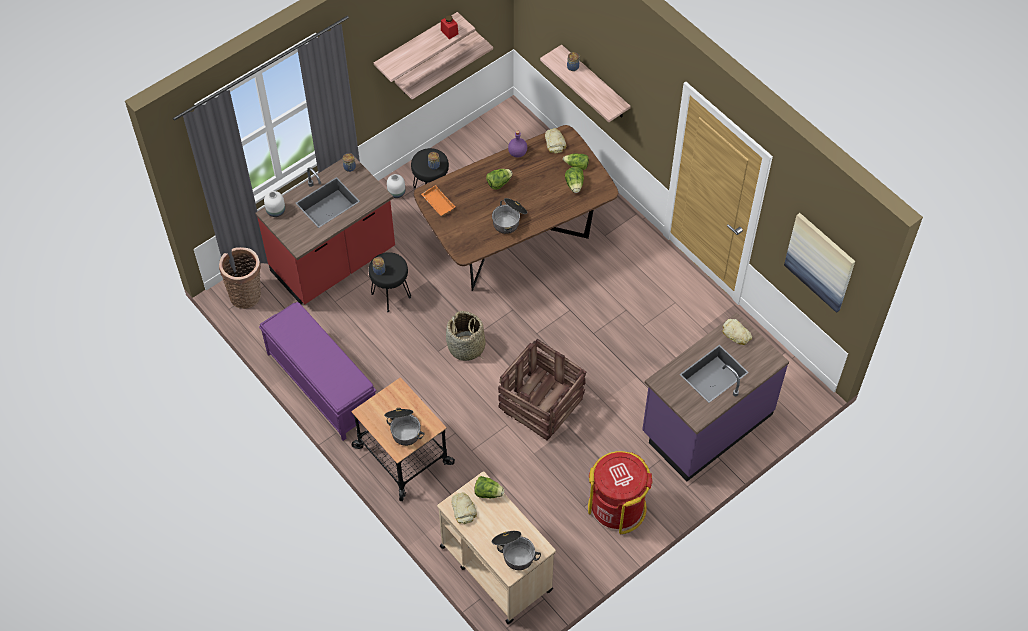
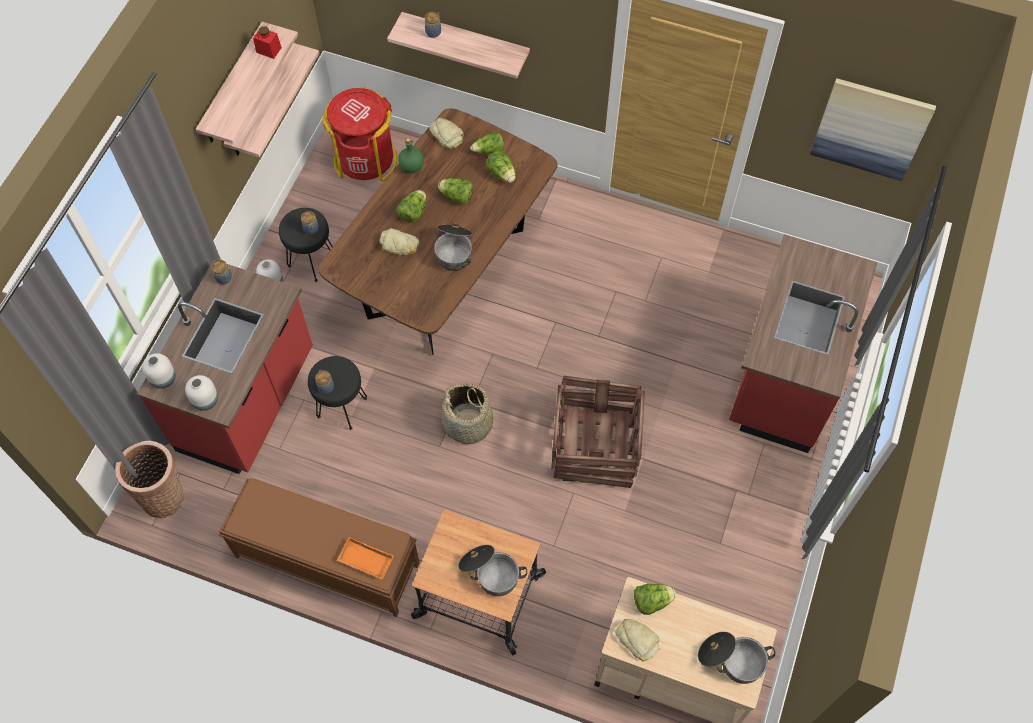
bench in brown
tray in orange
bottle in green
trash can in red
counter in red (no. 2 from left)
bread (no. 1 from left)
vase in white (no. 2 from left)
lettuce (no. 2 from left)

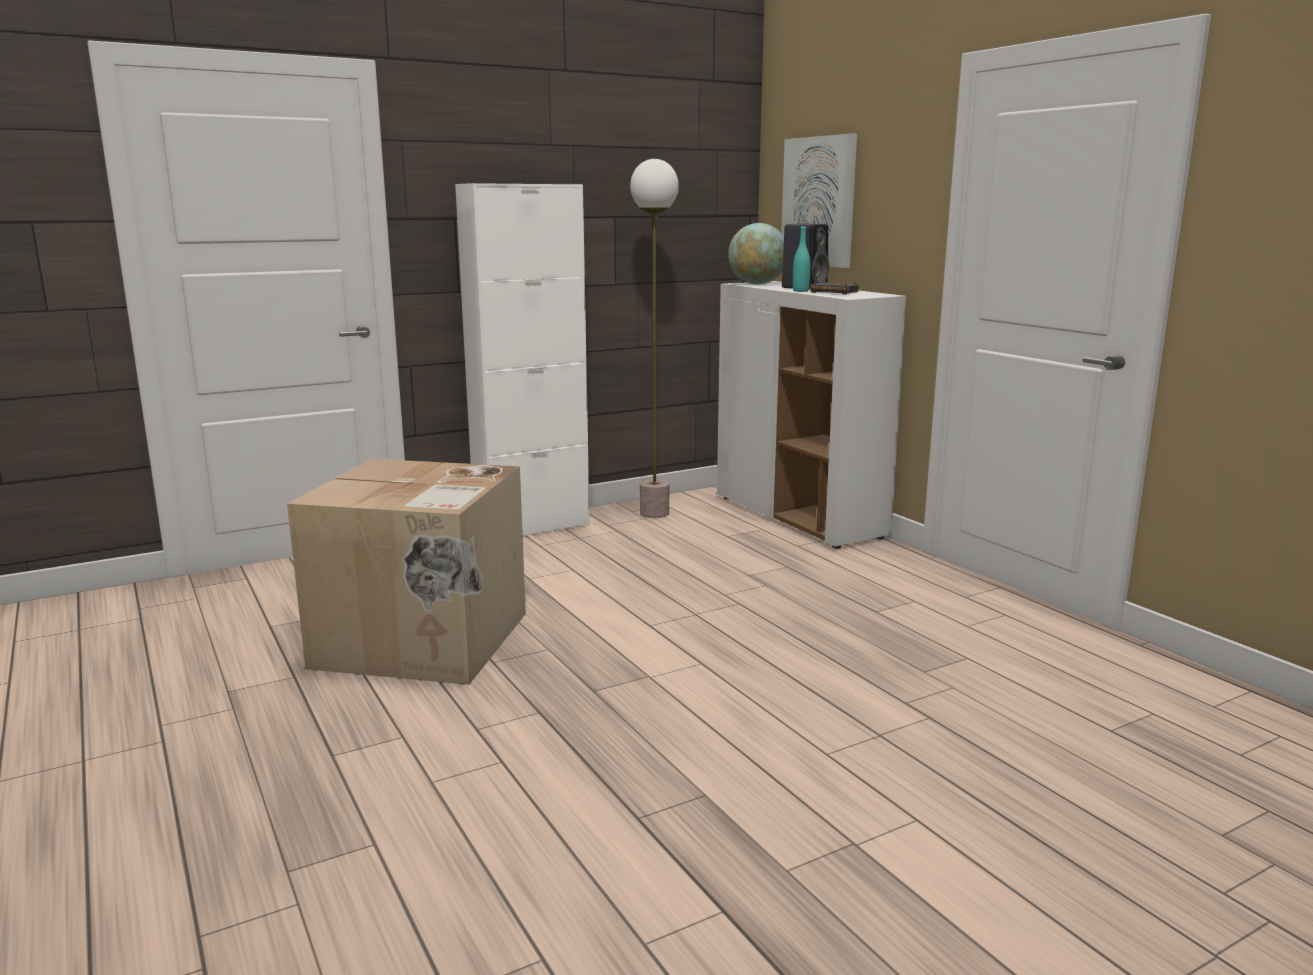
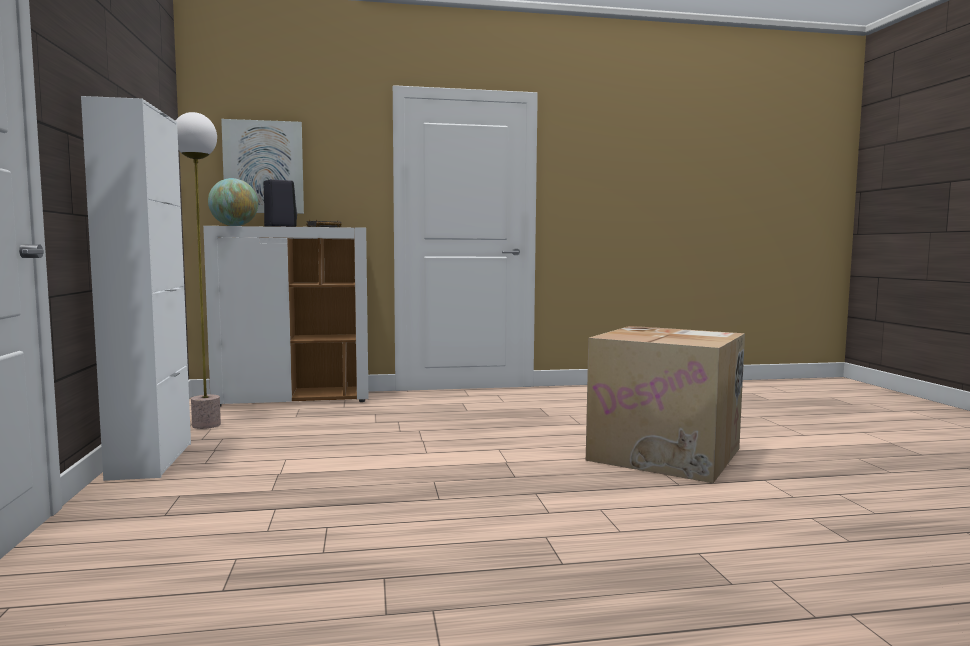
cardboard box
bottle in turquoise

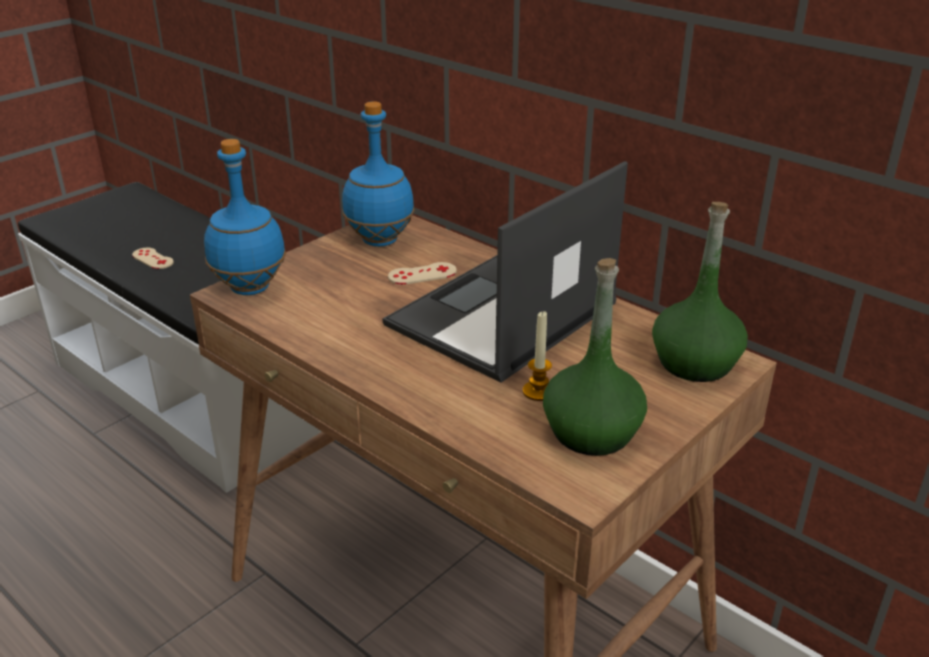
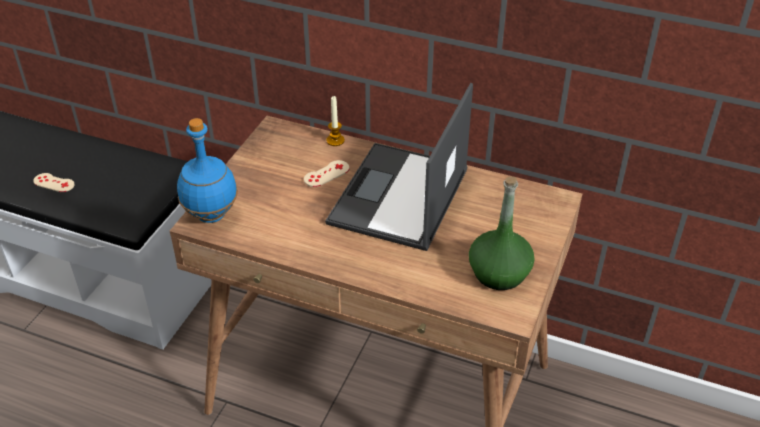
bottle in blue (no. 2 from left in the first image)
candle
bottle in green (no. 2 from left in the first image)

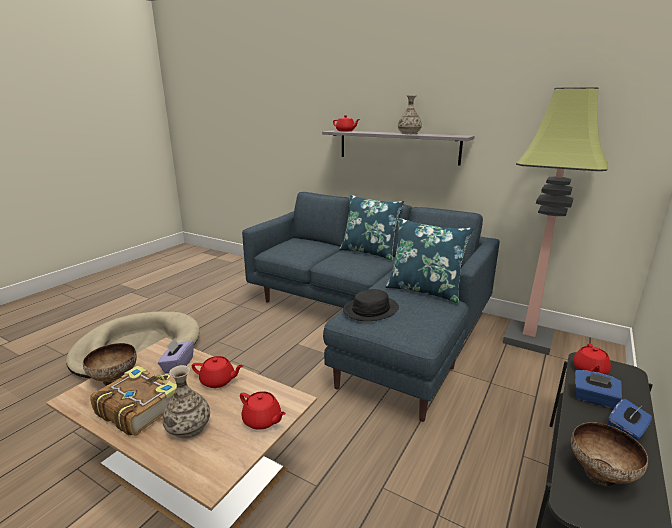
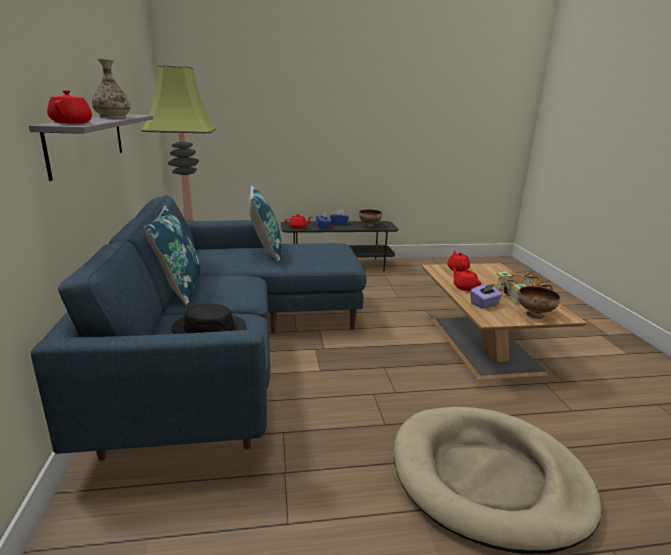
vase (no. 1 from left in the first image)
hat in black

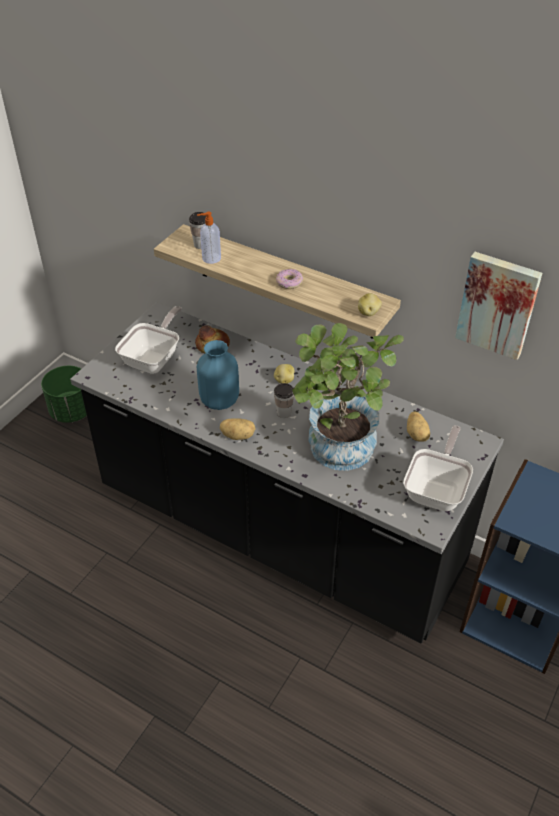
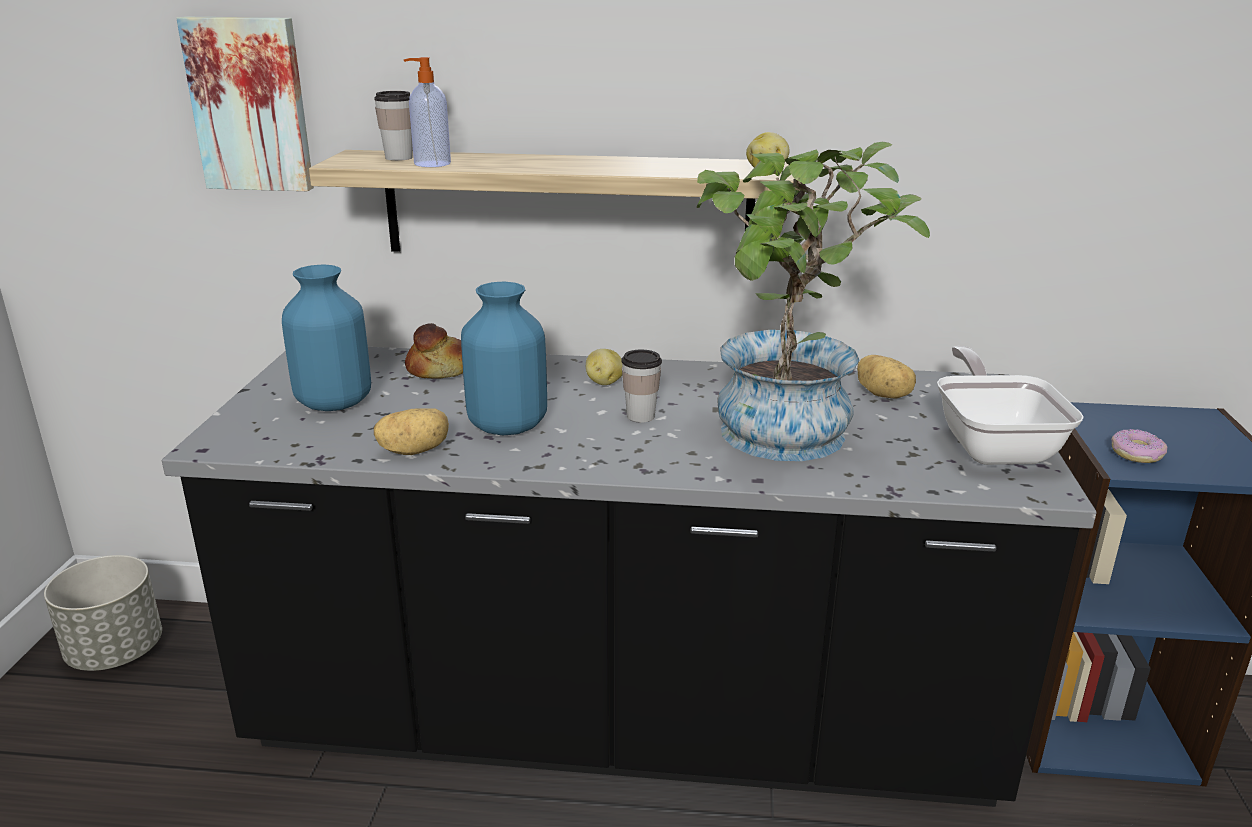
planter in grey
vase in blue (no. 1 from left)
potato (no. 1 from left)
donut
picture

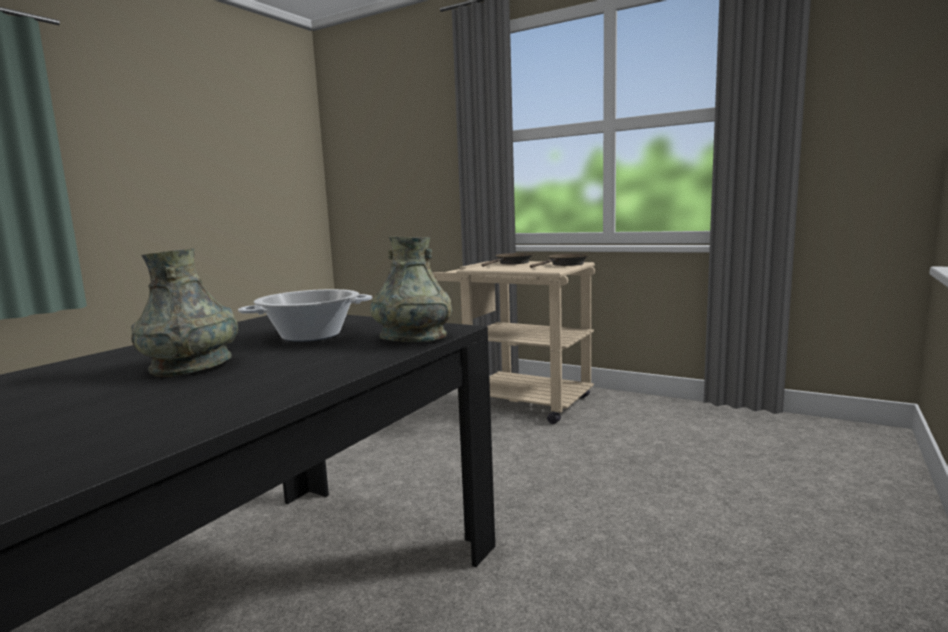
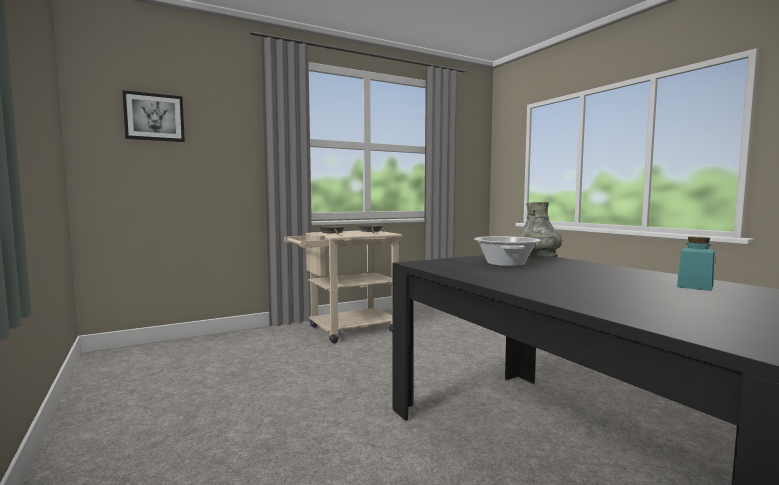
vase in grey (no. 1 from left in the first image)
picture
jar in turquoise

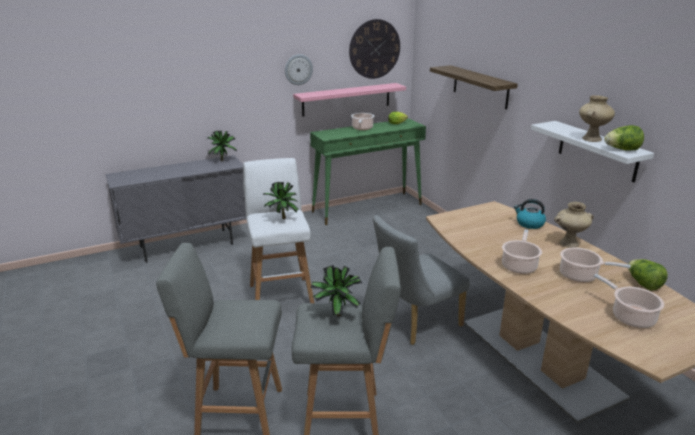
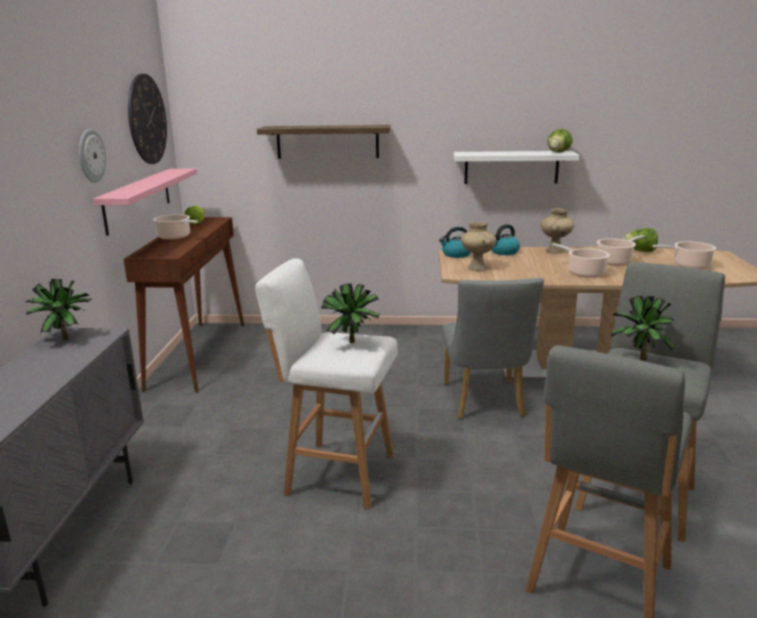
console table in brown
vase in beige (no. 1 from left)
kettle (no. 1 from left)

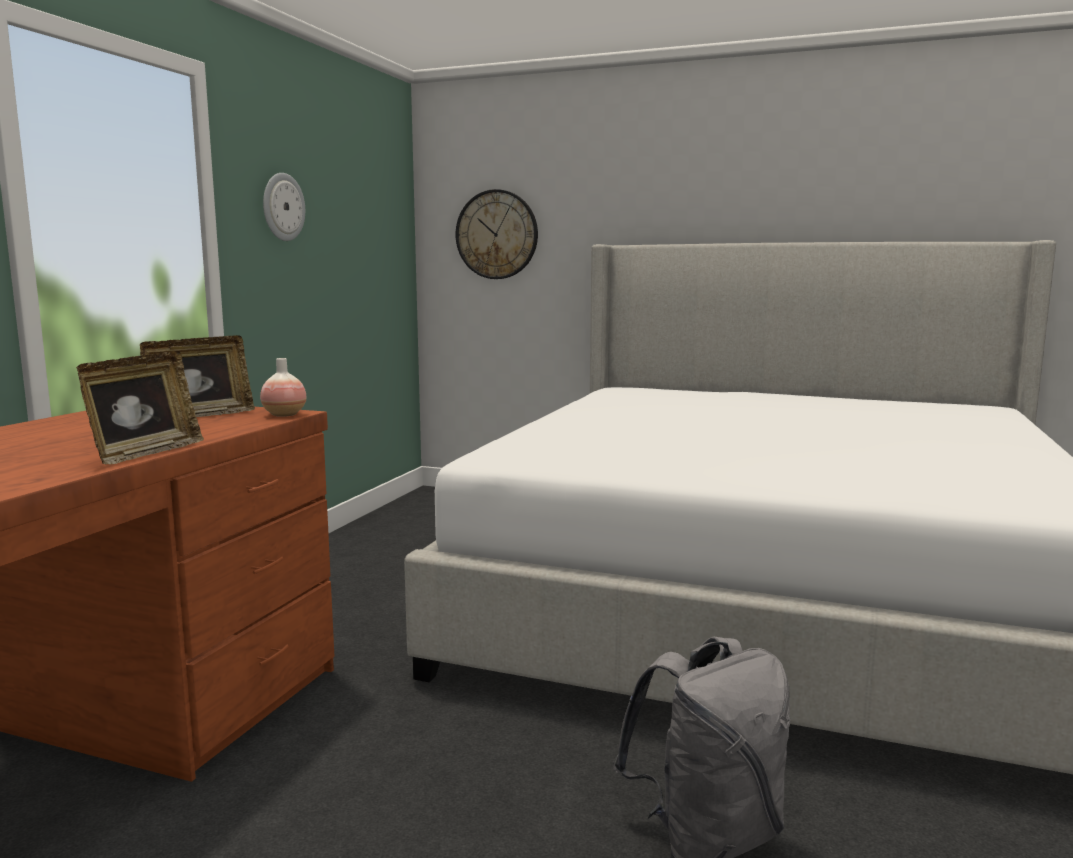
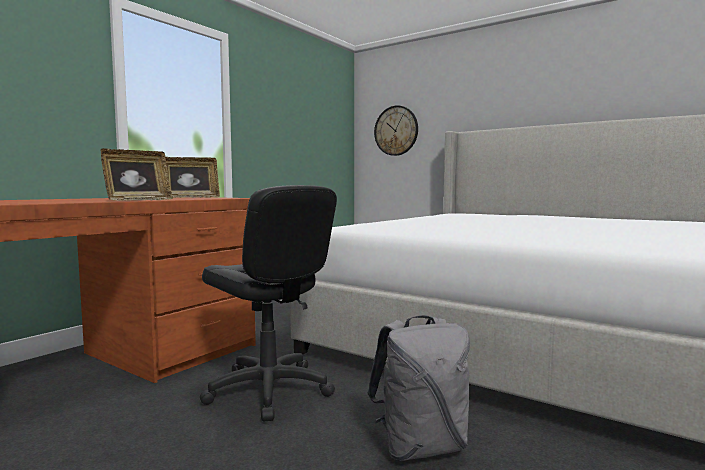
vase
wall clock (no. 1 from left in the first image)
office chair in black

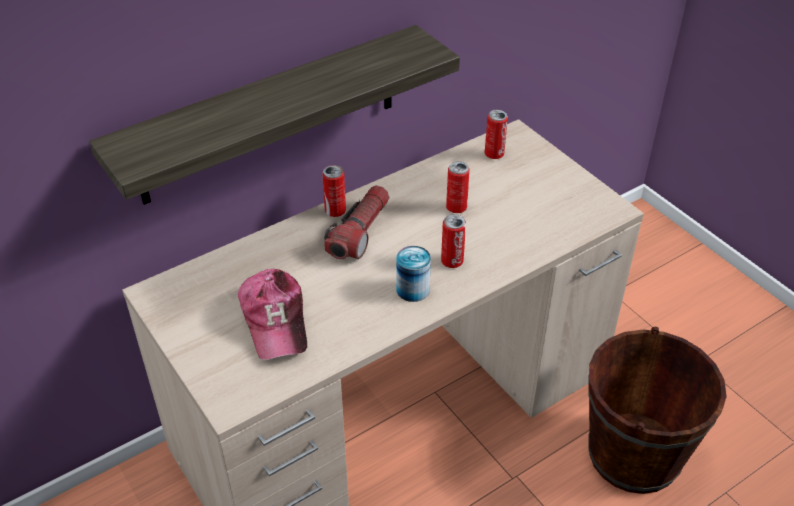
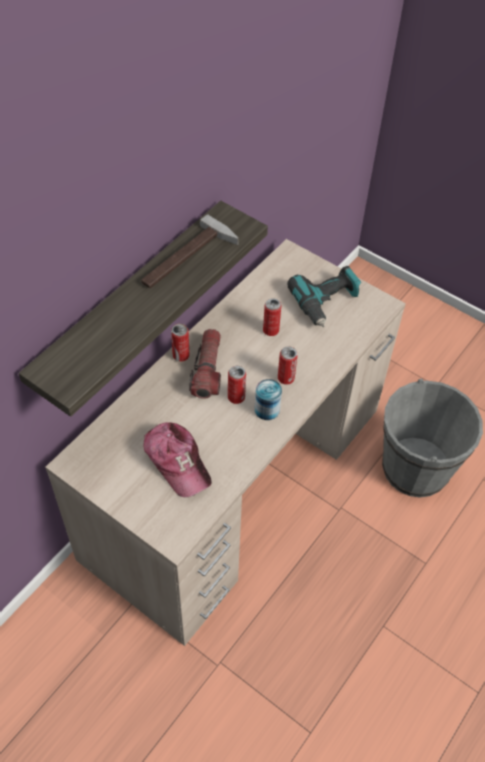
can (no. 2 from left)
bucket in grey
hammer
power drill

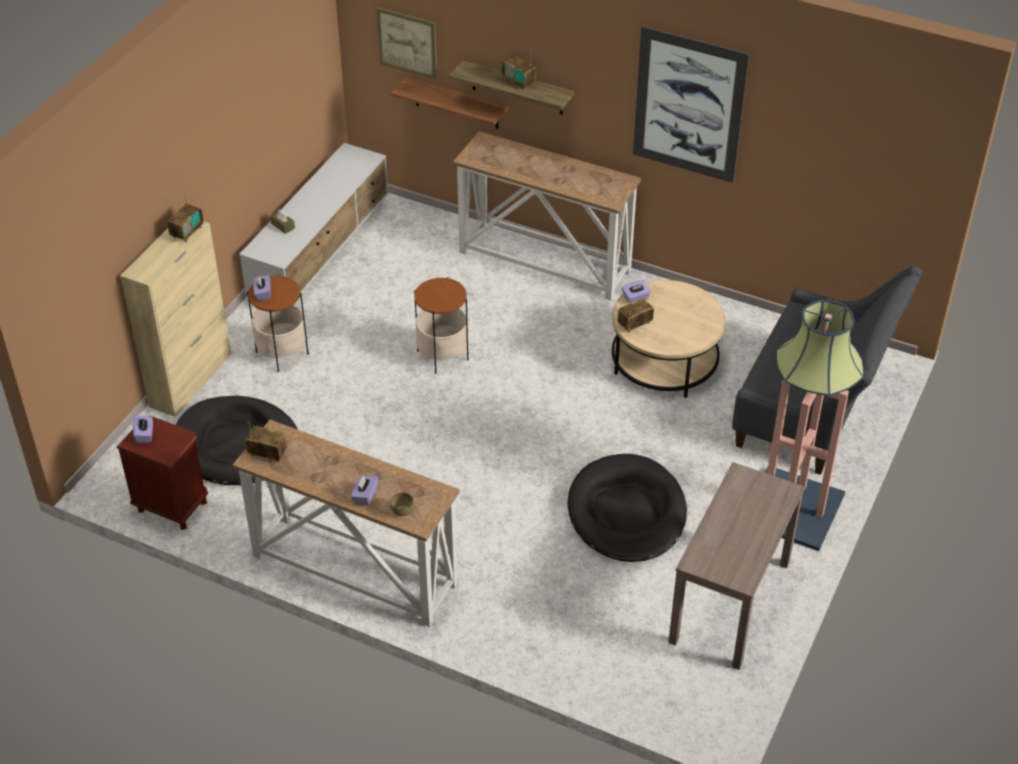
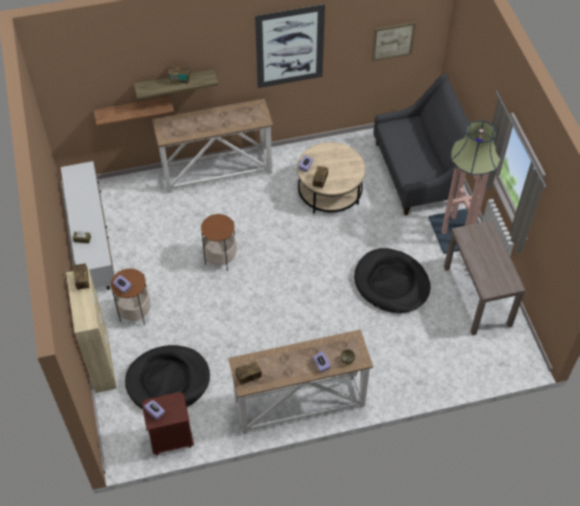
picture (no. 2 from left)

